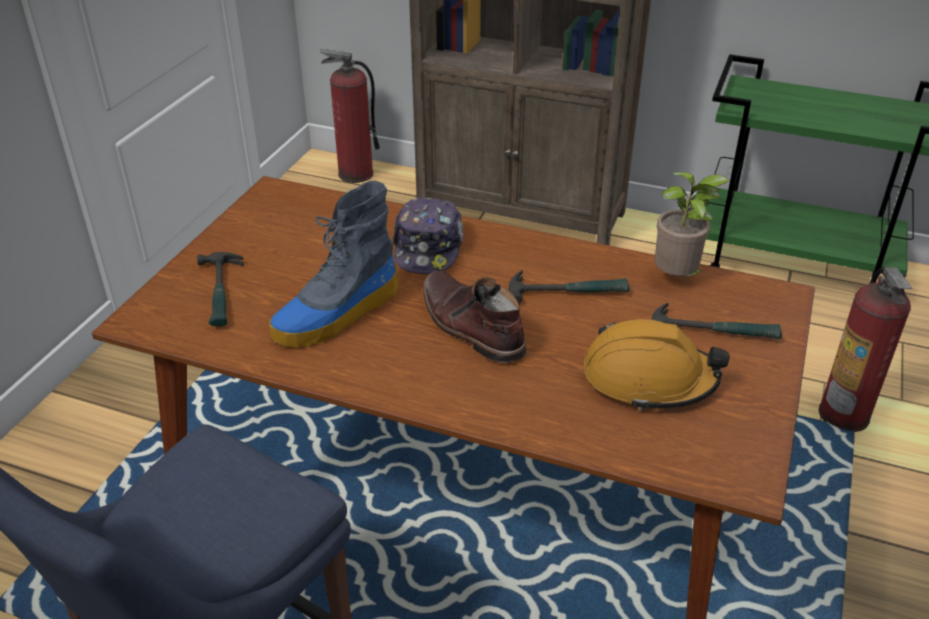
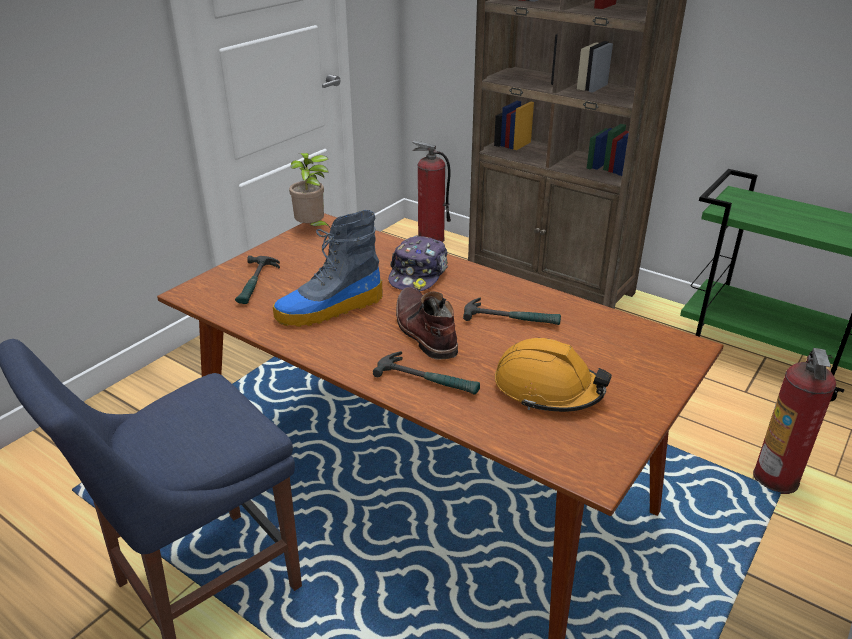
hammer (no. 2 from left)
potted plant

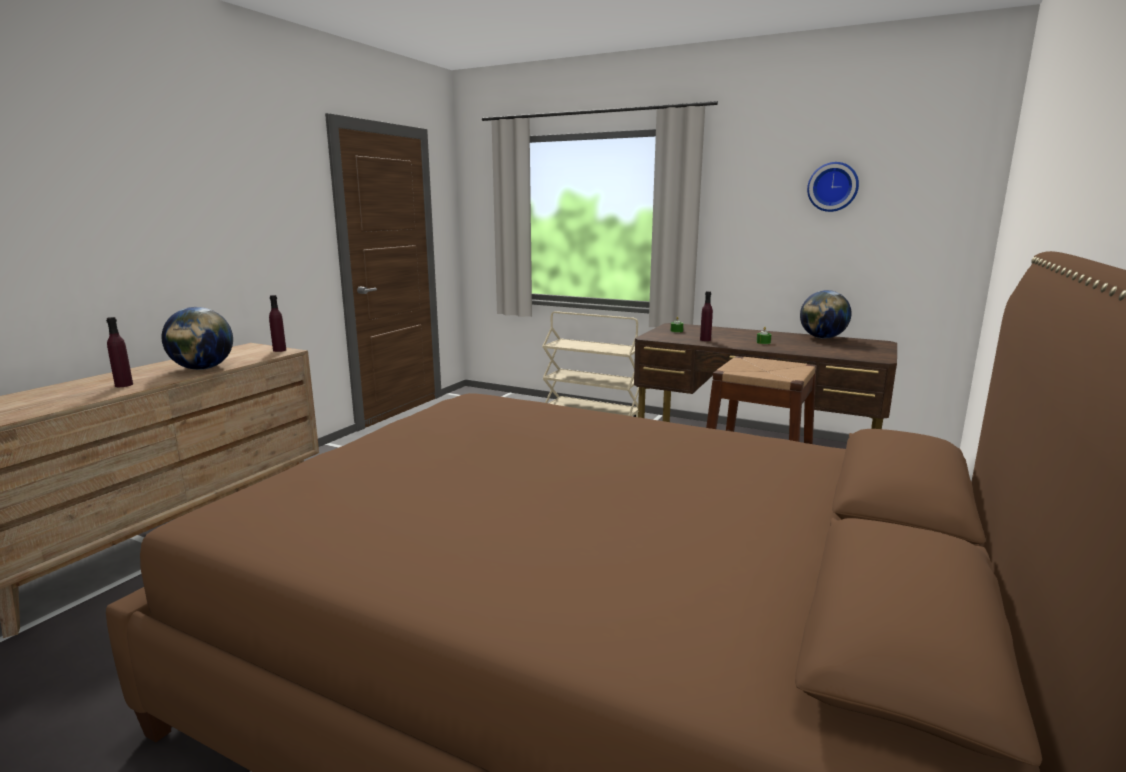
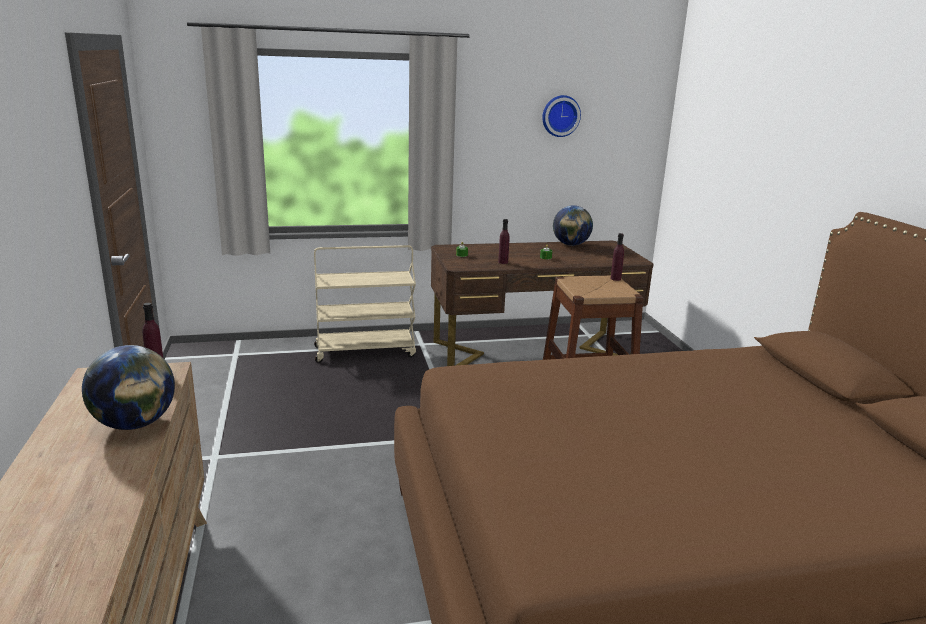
bottle in purple (no. 3 from left)

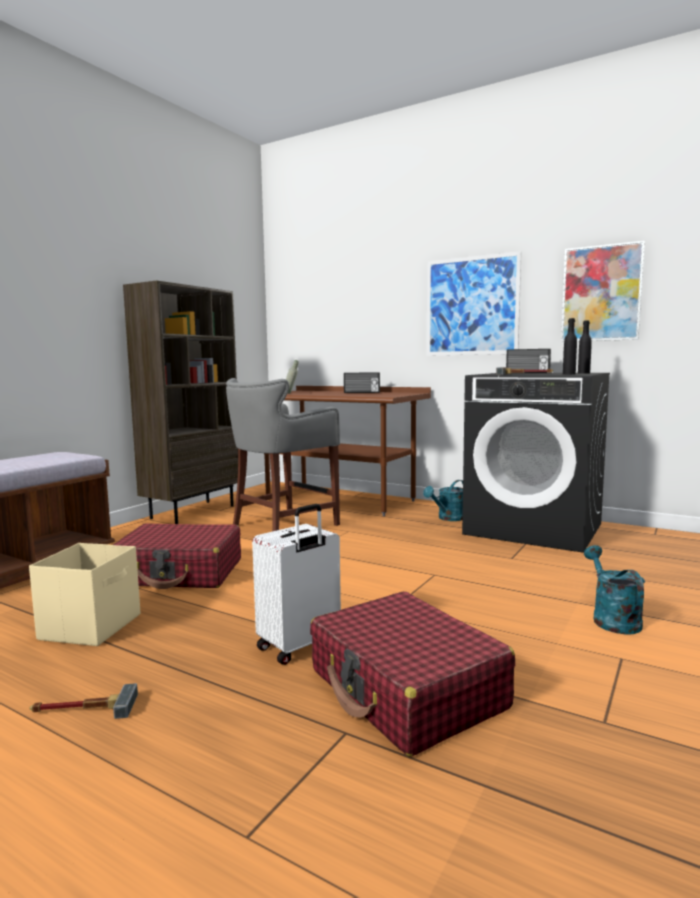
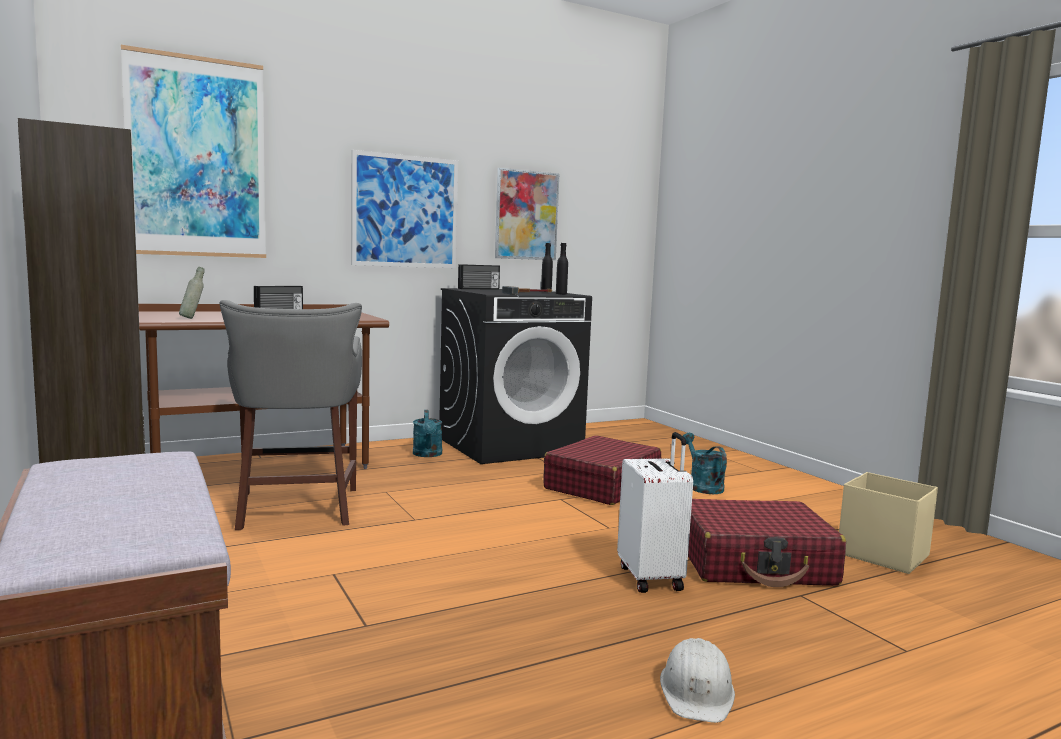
storage box in beige
hard hat in white
suitcase in red (no. 1 from left)
watering can in turquoise (no. 2 from left)
picture (no. 1 from left)

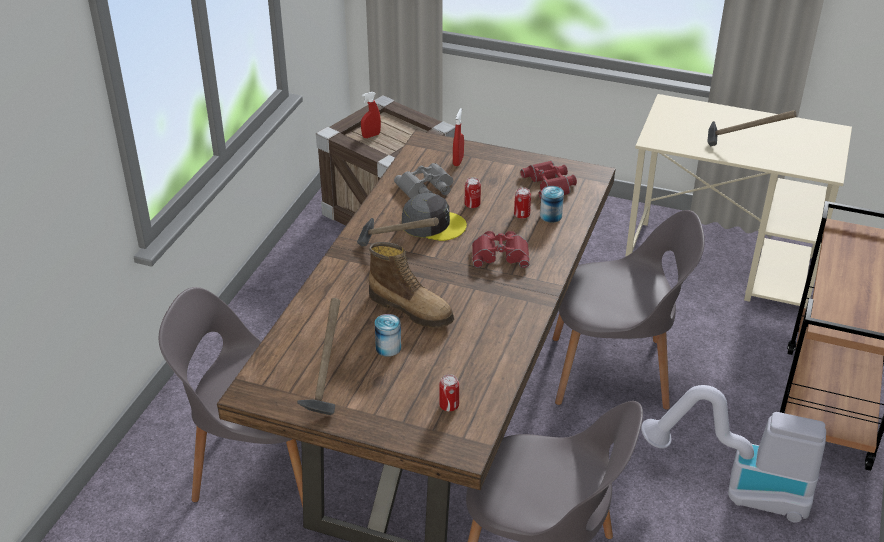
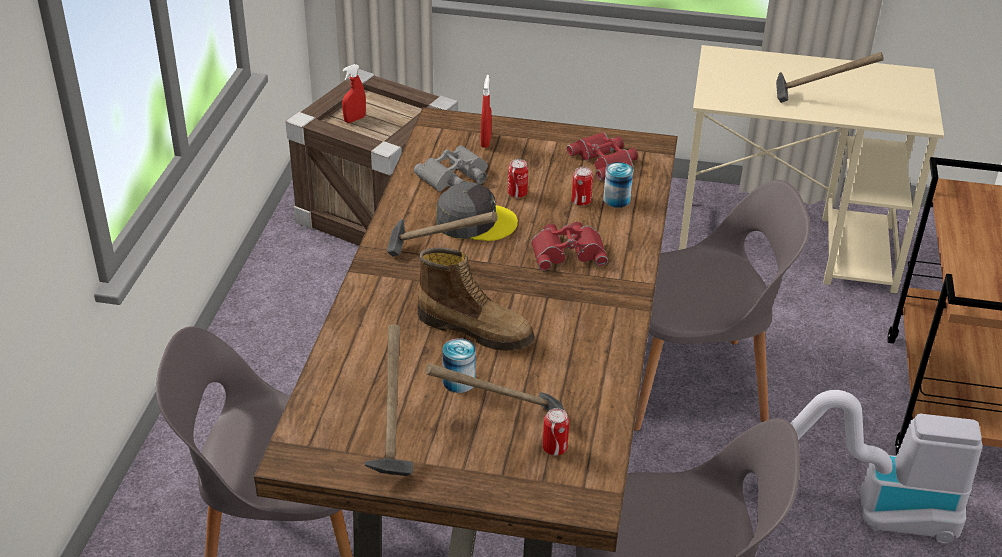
hammer (no. 3 from left)

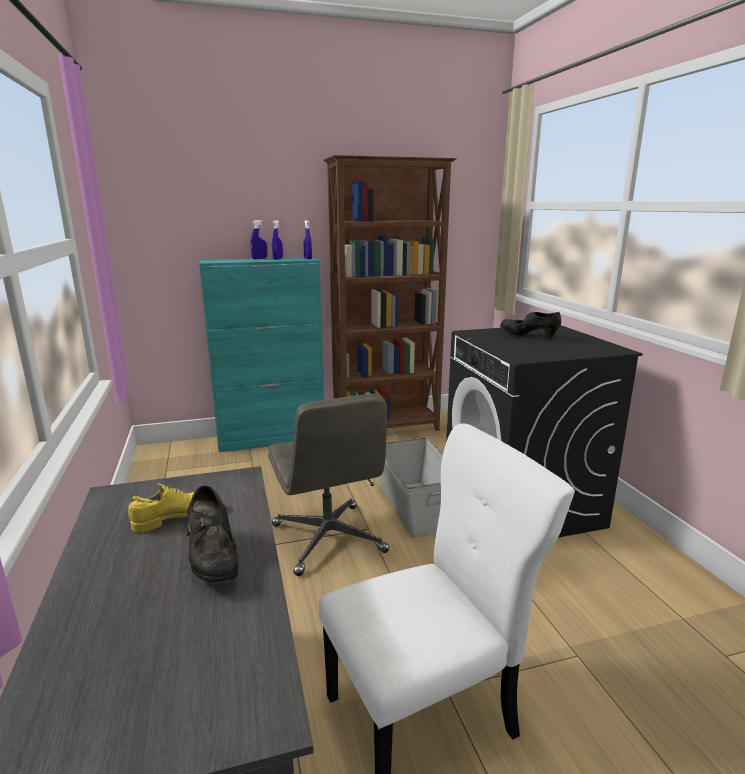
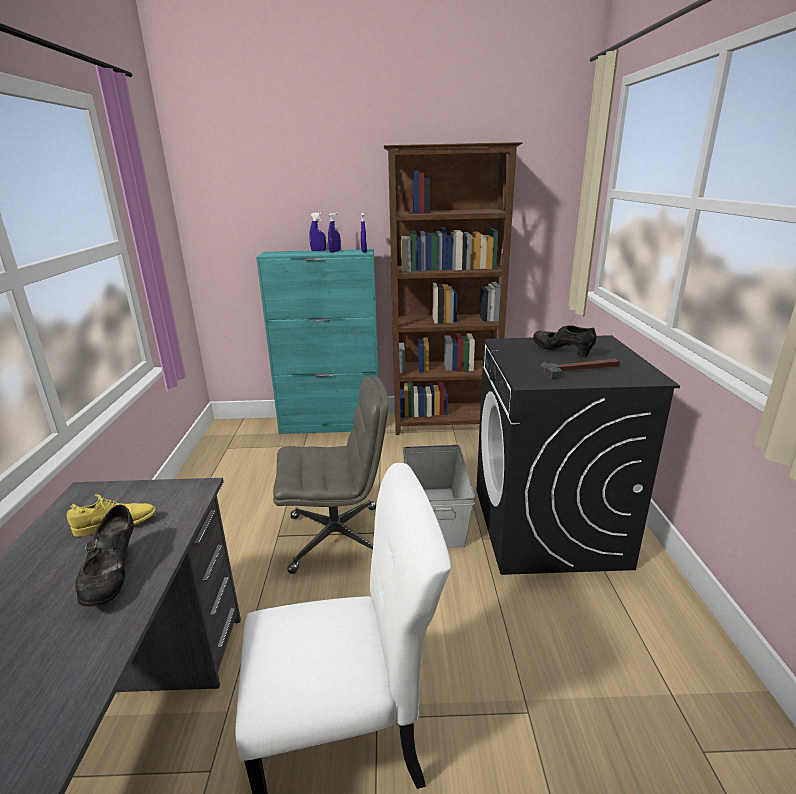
office chair in grey
hammer

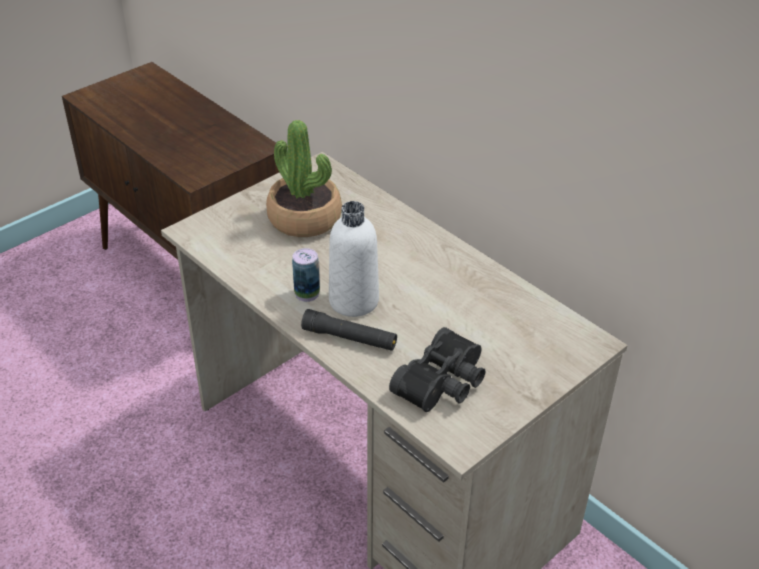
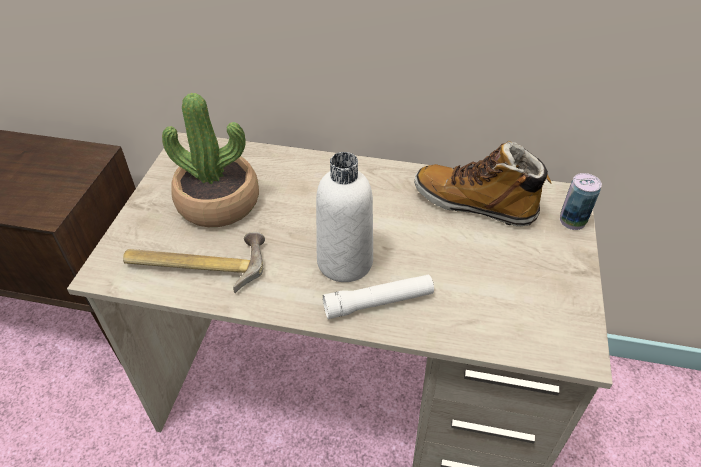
can
flashlight in white
binoculars in black
hammer
boot

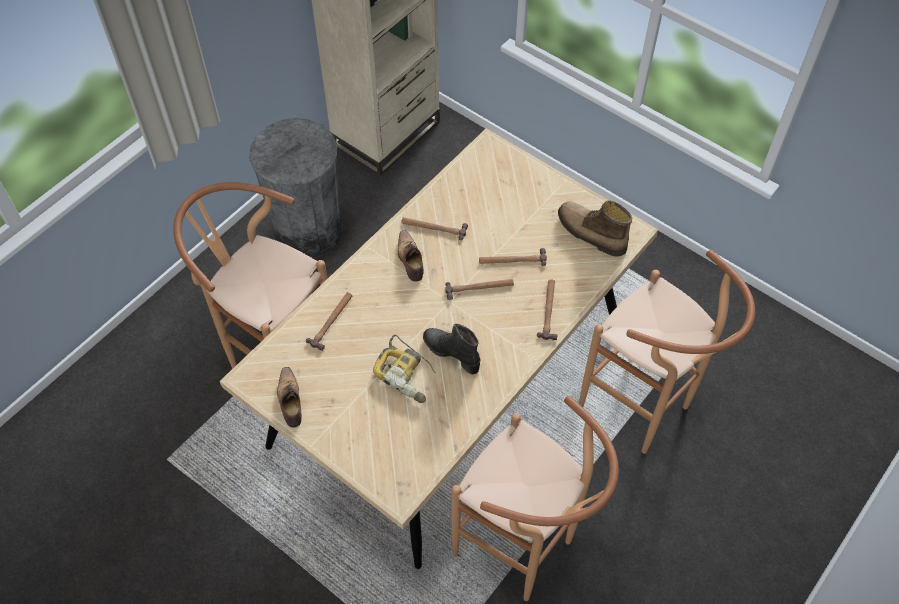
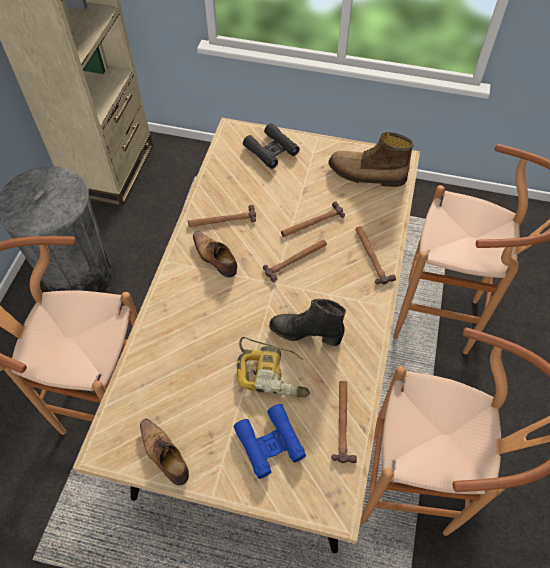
hammer (no. 4 from left)
binoculars in blue
binoculars in black

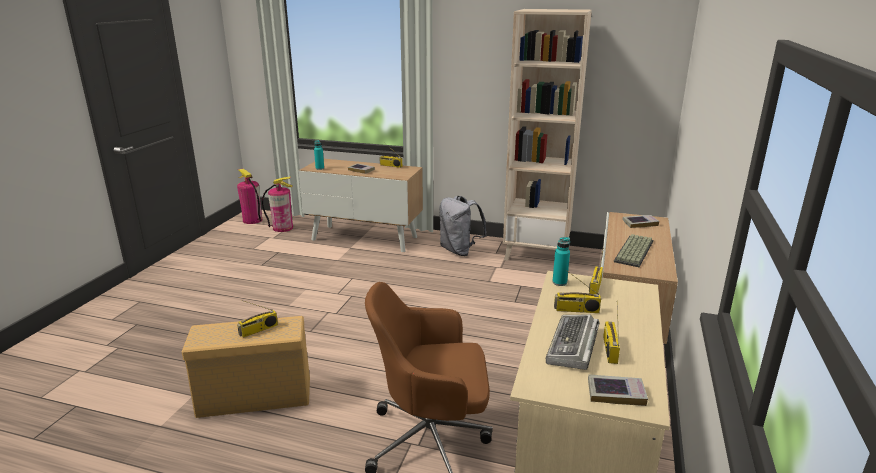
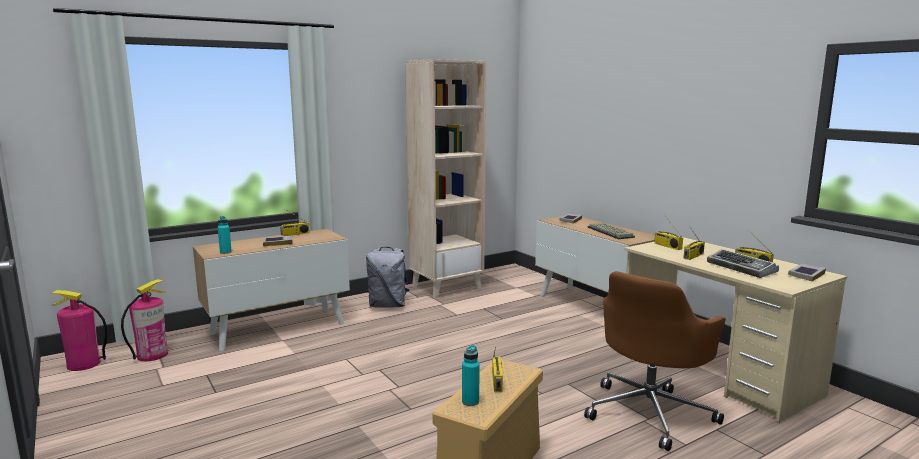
bottle in turquoise (no. 2 from left)

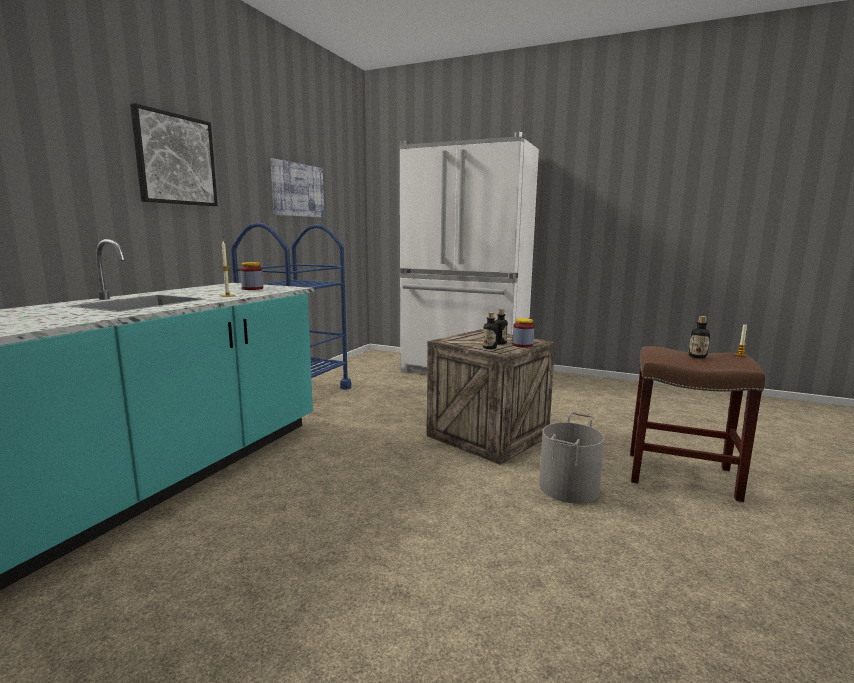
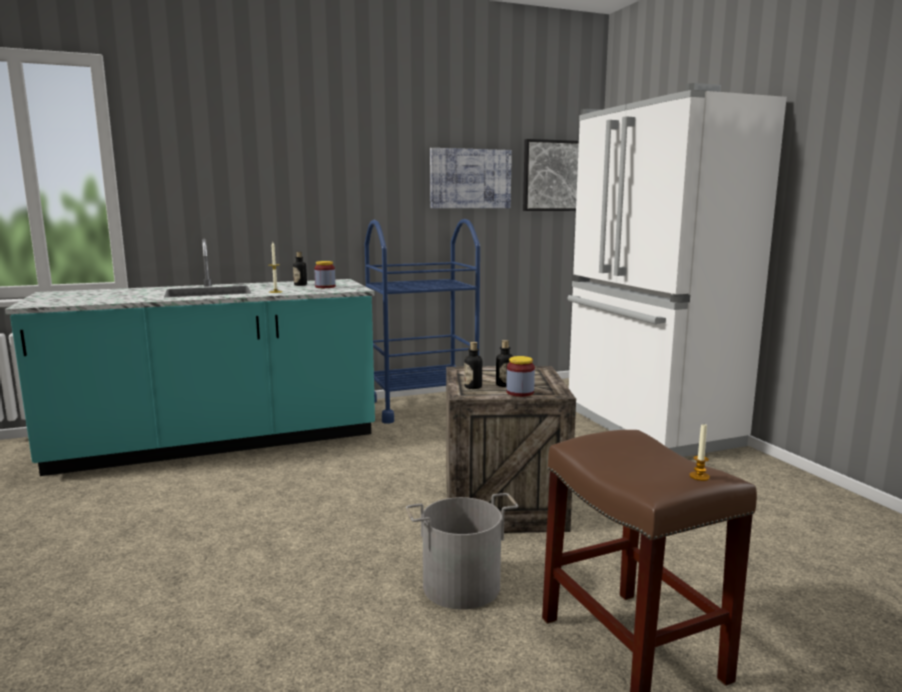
picture (no. 2 from left)
bottle (no. 1 from left)

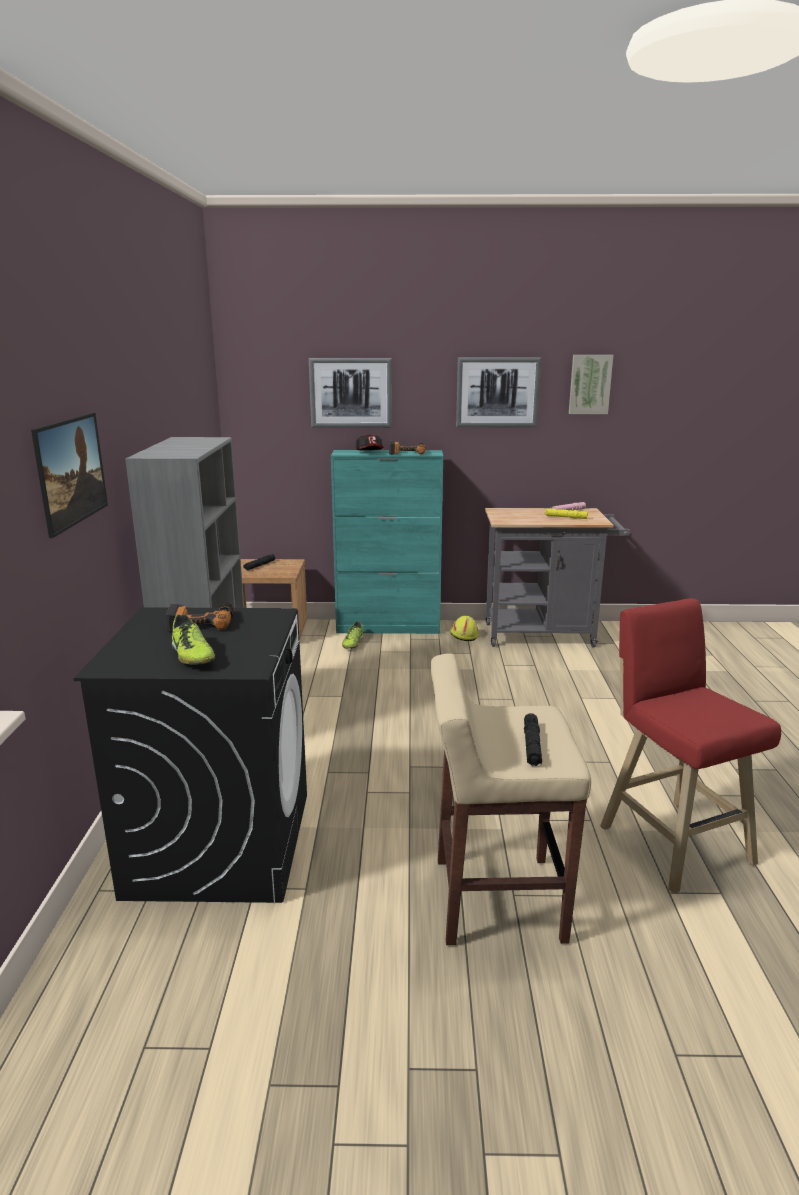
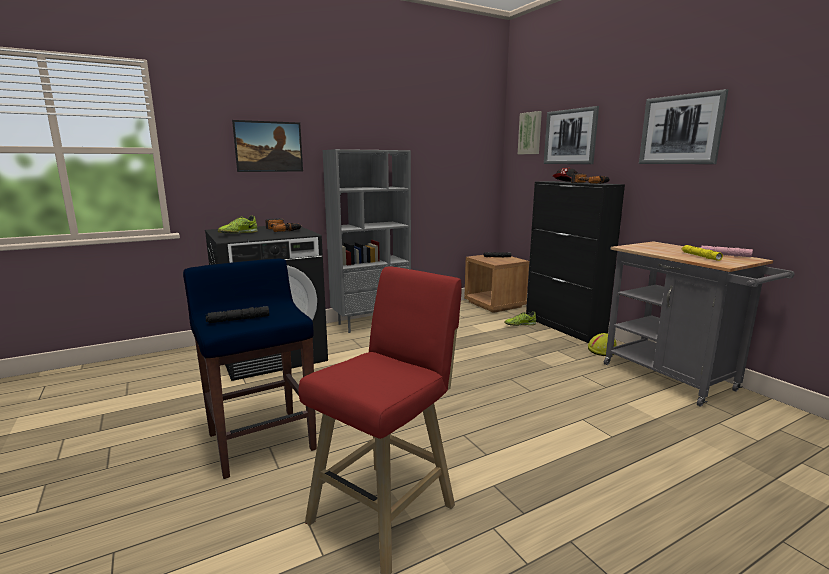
cabinet in black
stool in blue
picture (no. 2 from left)

